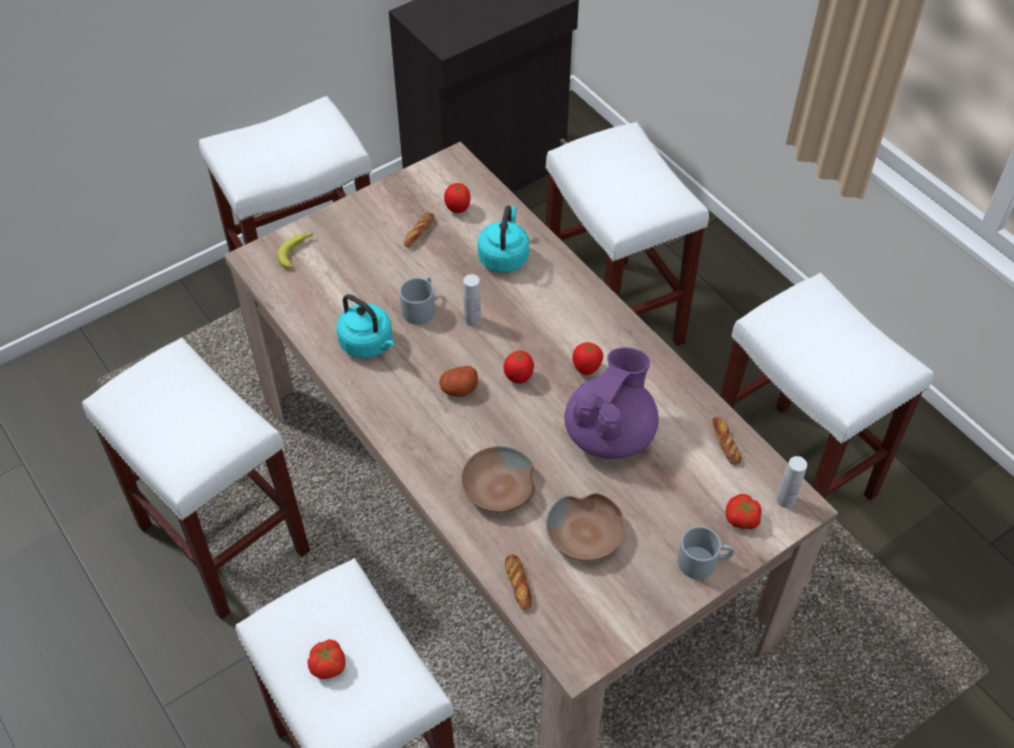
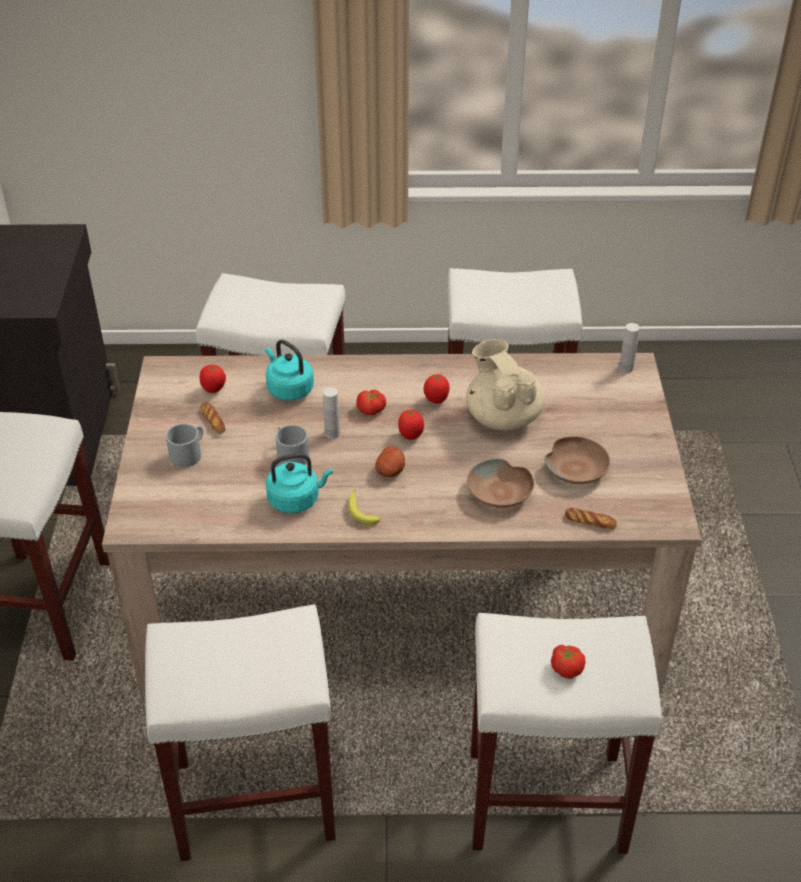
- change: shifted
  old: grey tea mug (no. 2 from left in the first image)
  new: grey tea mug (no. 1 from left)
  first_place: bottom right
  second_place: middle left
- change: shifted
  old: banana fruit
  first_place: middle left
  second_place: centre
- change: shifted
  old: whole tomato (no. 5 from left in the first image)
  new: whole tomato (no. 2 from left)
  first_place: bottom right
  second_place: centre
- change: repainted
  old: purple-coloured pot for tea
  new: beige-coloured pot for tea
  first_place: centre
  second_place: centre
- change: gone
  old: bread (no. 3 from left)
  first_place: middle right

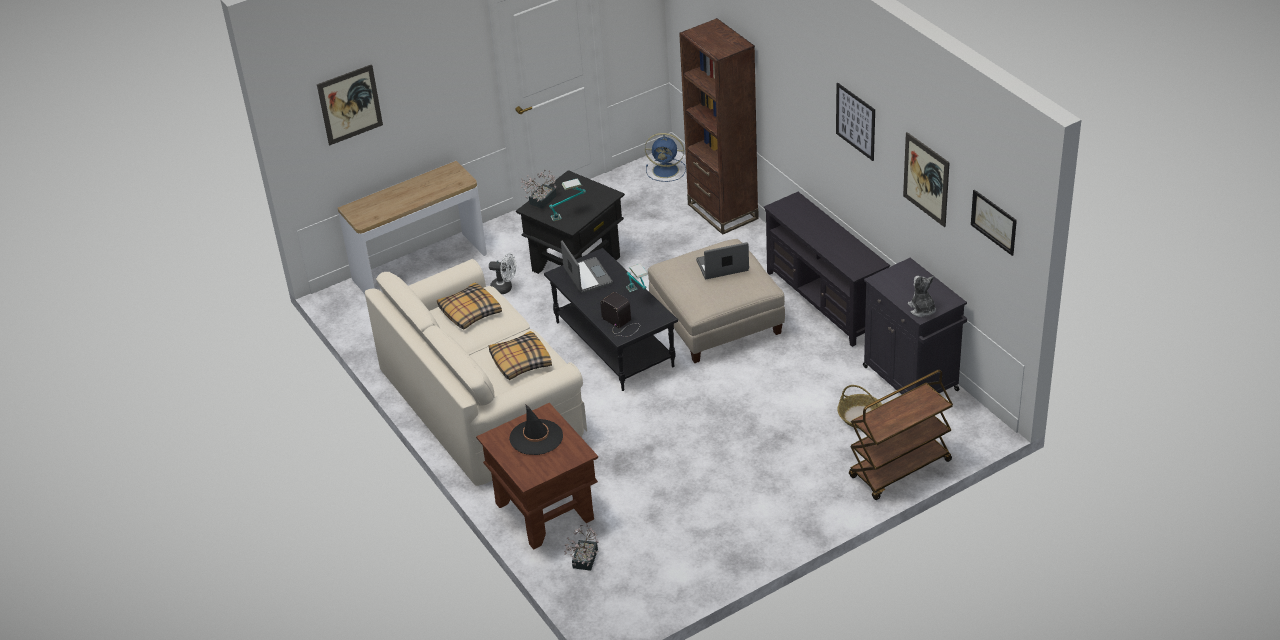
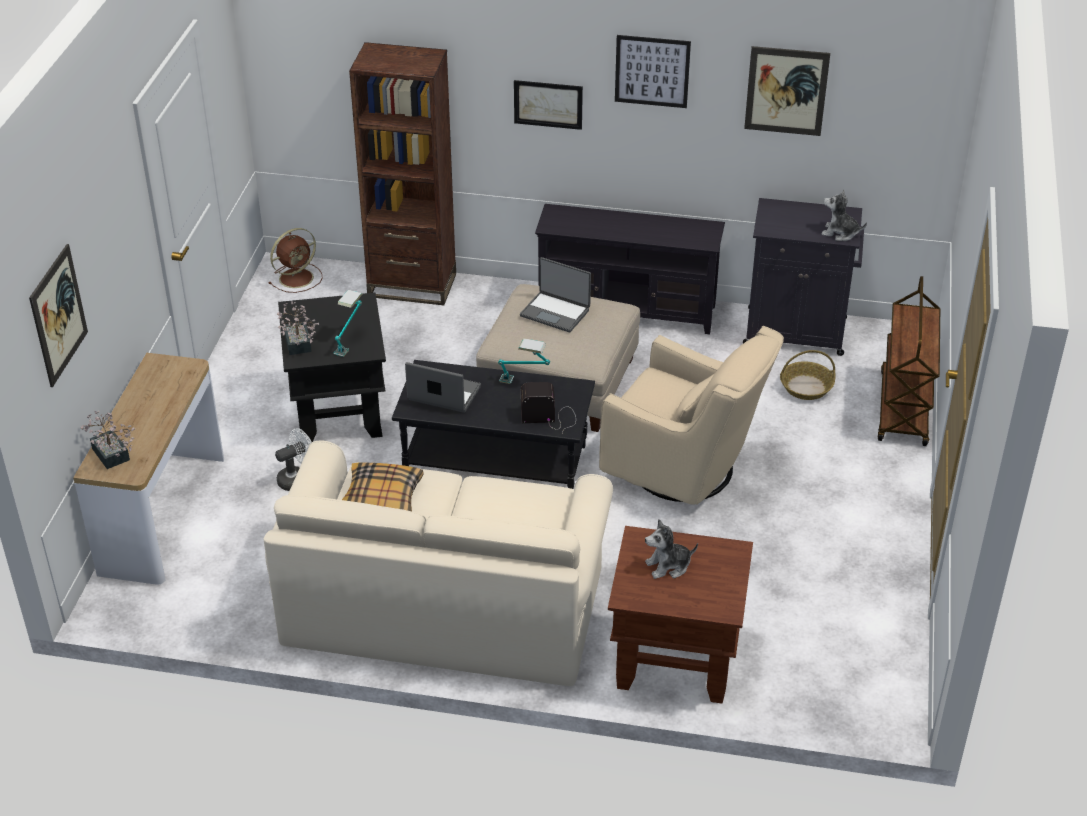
- change: shifted
  old: plant in a pot (no. 2 from left in the first image)
  new: plant in a pot (no. 1 from left)
  first_place: bottom centre
  second_place: middle left
- change: repainted
  old: bluish cooling fan
  new: brown-coloured cooling fan
  first_place: top centre
  second_place: top left
- change: shifted
  old: wall picture (no. 4 from left in the first image)
  new: wall picture (no. 2 from left)
  first_place: middle right
  second_place: top centre
- change: rotated
  old: notebook computer (no. 2 from left)
  first_place: centre
  second_place: centre
  degrees: -90
- change: new
  new: beige-coloured armchair
  second_place: centre
- change: swapped
  old: blackish wearable hat
  new: plush toy (no. 1 from left)
  first_place: bottom centre
  second_place: bottom centre
- change: gone
  old: cushion (no. 2 from left)
  first_place: centre

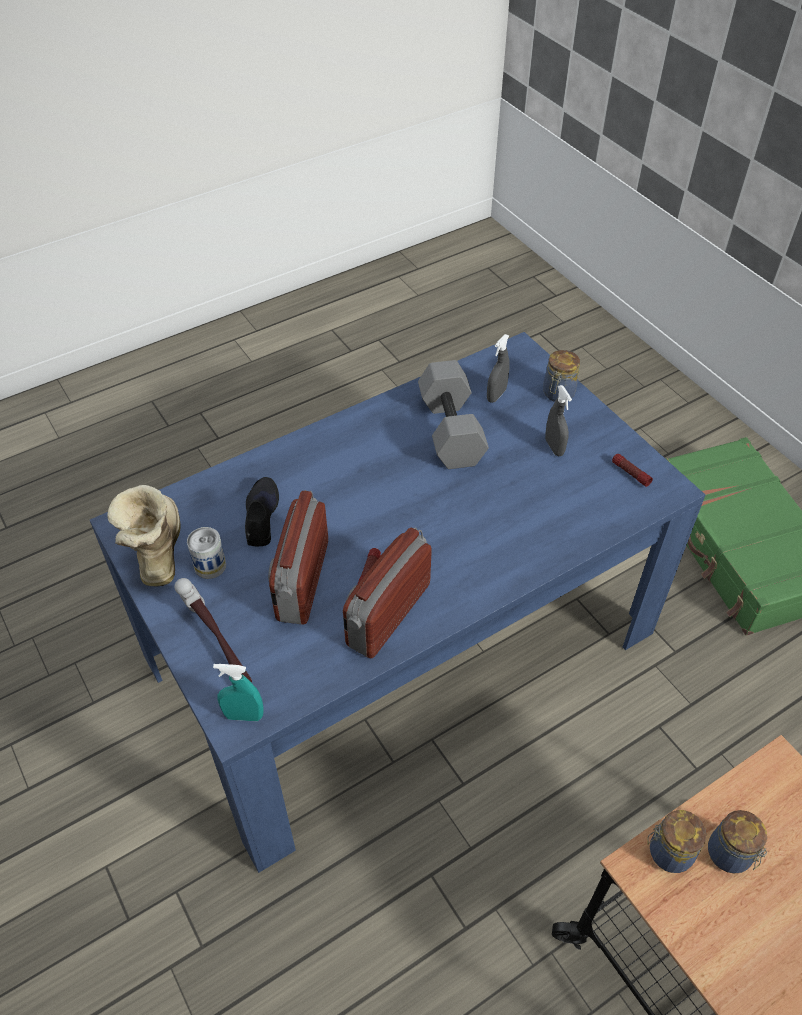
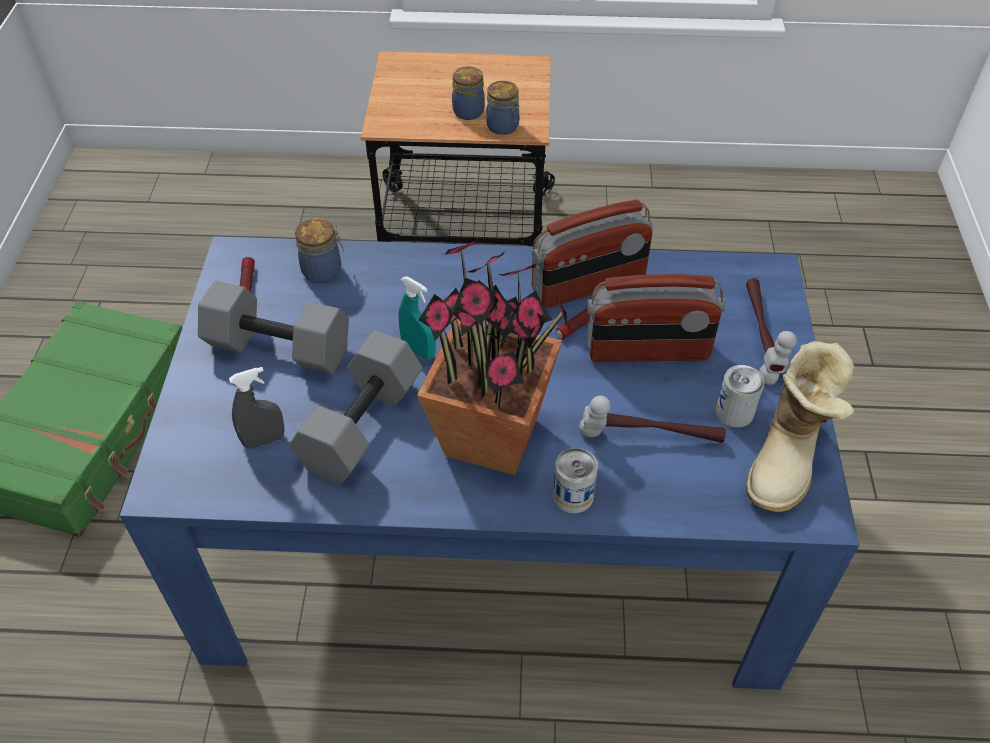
- change: swapped
  old: grey spray bottle (no. 2 from left)
  new: grey hand weight (no. 1 from left)
  first_place: middle right
  second_place: middle left
- change: shifted
  old: preserve jar (no. 1 from left)
  first_place: middle right
  second_place: middle left
- change: shifted
  old: turquoise spray bottle
  first_place: bottom left
  second_place: centre
- change: new
  new: plant in a pot
  second_place: centre
- change: new
  new: metal can (no. 1 from left)
  second_place: centre
- change: swapped
  old: blackish low shoe
  new: tool hammer (no. 1 from left)
  first_place: middle left
  second_place: centre
- change: rotated
  old: radio set (no. 1 from left in the first image)
  first_place: centre
  second_place: centre
  degrees: 45

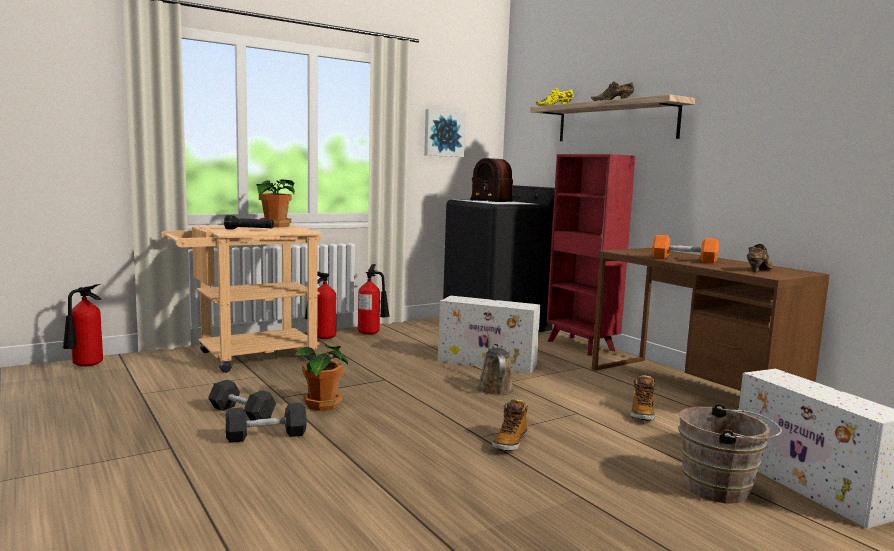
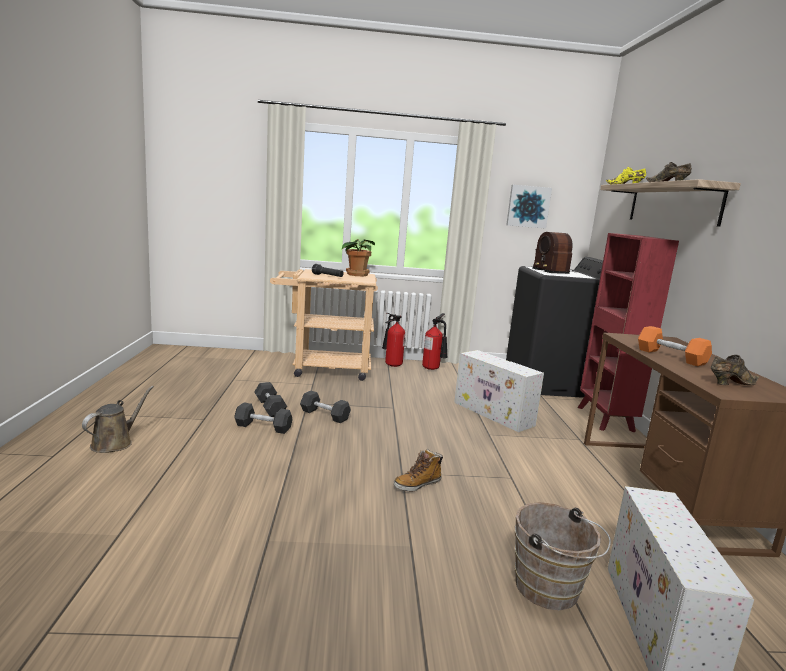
- change: shifted
  old: brown-coloured watering pot
  first_place: centre
  second_place: middle left
- change: swapped
  old: plant in a pot (no. 2 from left)
  new: grey hand weight (no. 3 from left)
  first_place: bottom centre
  second_place: centre
- change: gone
  old: fire-fighting cylinder (no. 1 from left)
  first_place: middle left
- change: gone
  old: high-top boot (no. 2 from left)
  first_place: bottom right

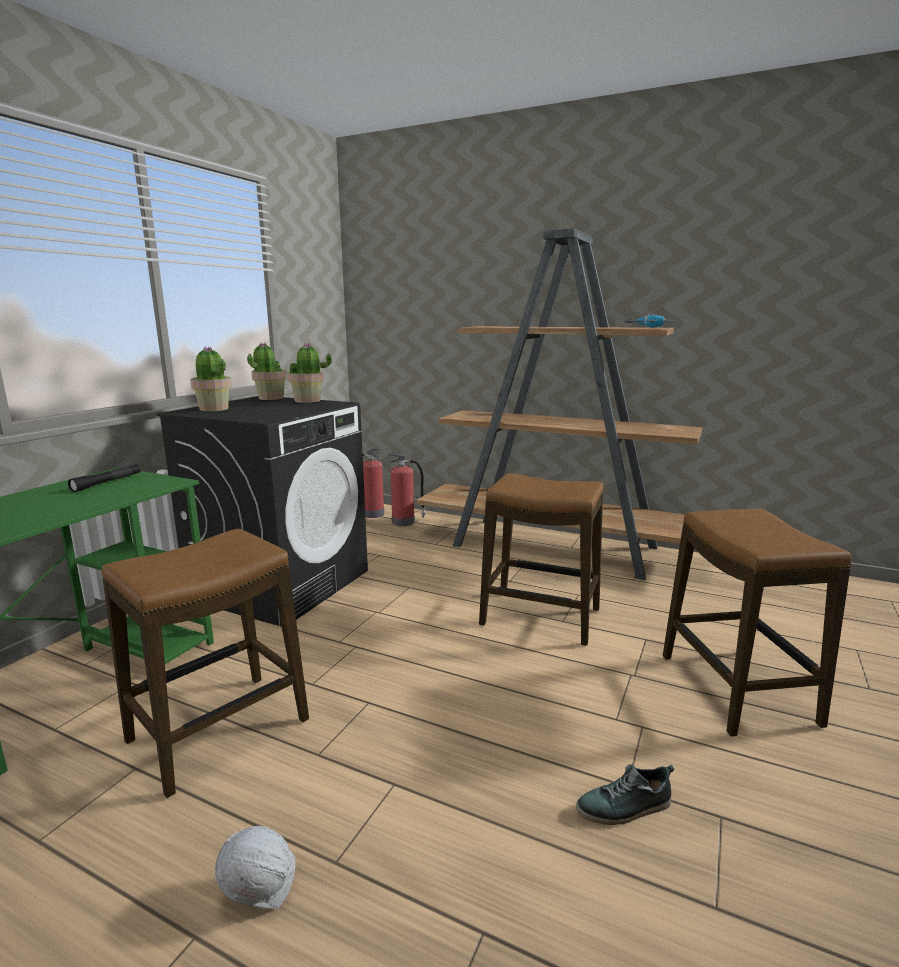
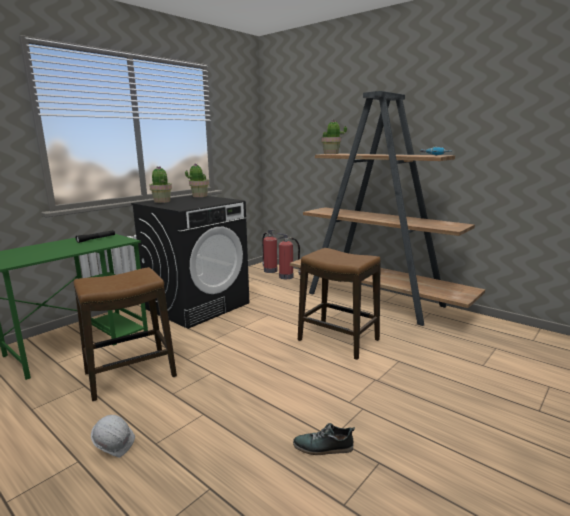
- change: shifted
  old: plant in a pot (no. 3 from left)
  first_place: centre
  second_place: top centre
- change: gone
  old: sitting stool (no. 3 from left)
  first_place: middle right

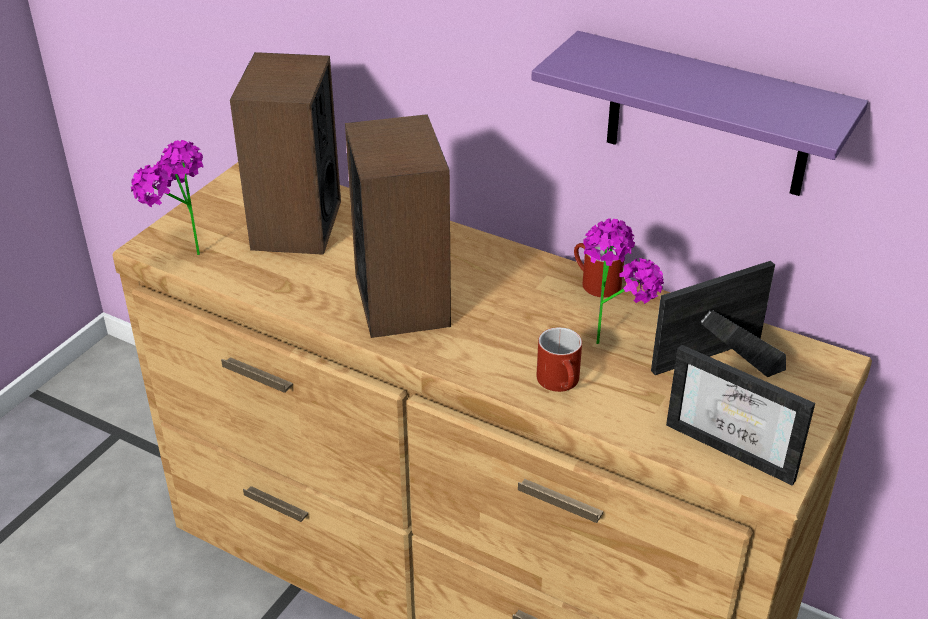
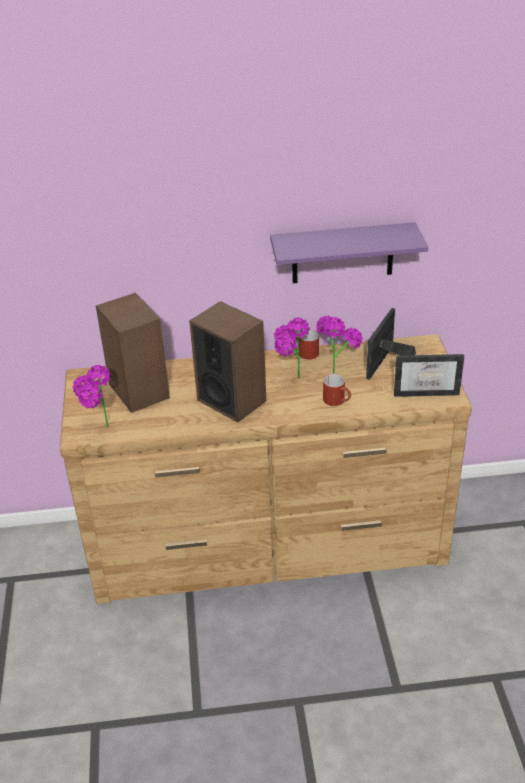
- change: new
  new: plant in a pot (no. 2 from left)
  second_place: centre

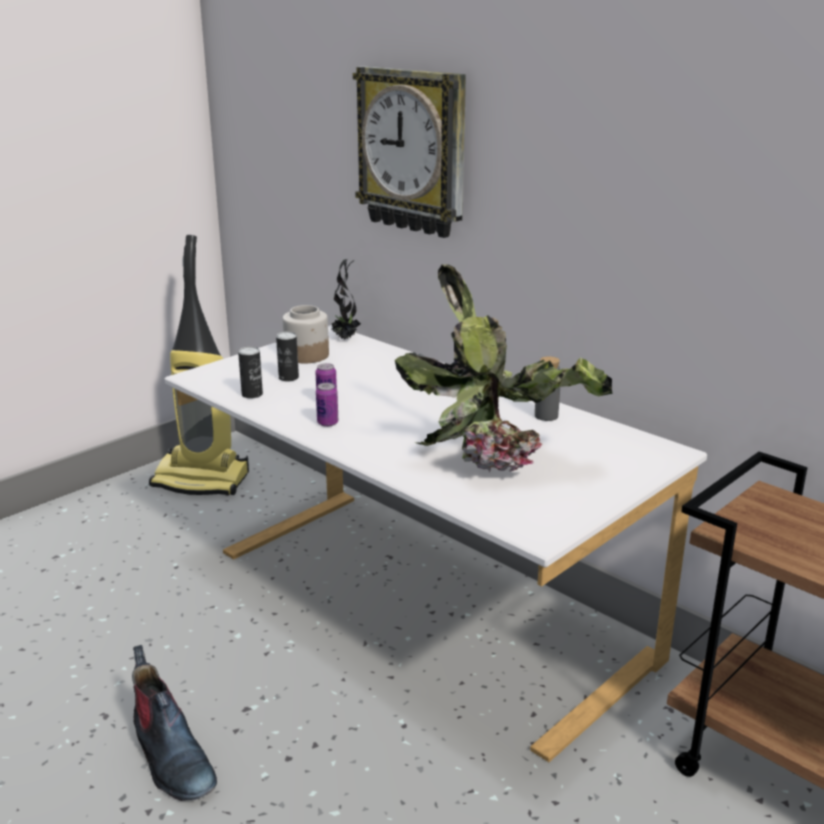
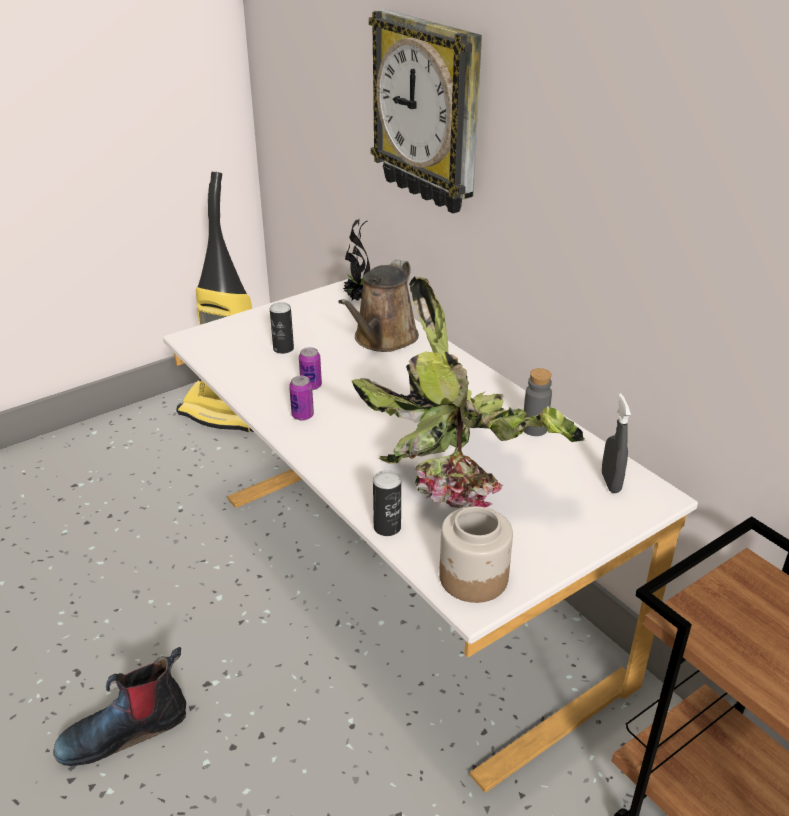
- change: rotated
  old: high-top boot
  first_place: bottom left
  second_place: bottom left
  degrees: 90
- change: new
  new: brown-coloured watering pot
  second_place: centre
- change: shifted
  old: metal can (no. 1 from left in the first image)
  new: metal can (no. 4 from left)
  first_place: middle left
  second_place: centre
- change: shifted
  old: preserve jar
  first_place: centre
  second_place: bottom centre
- change: new
  new: grey spray bottle
  second_place: middle right

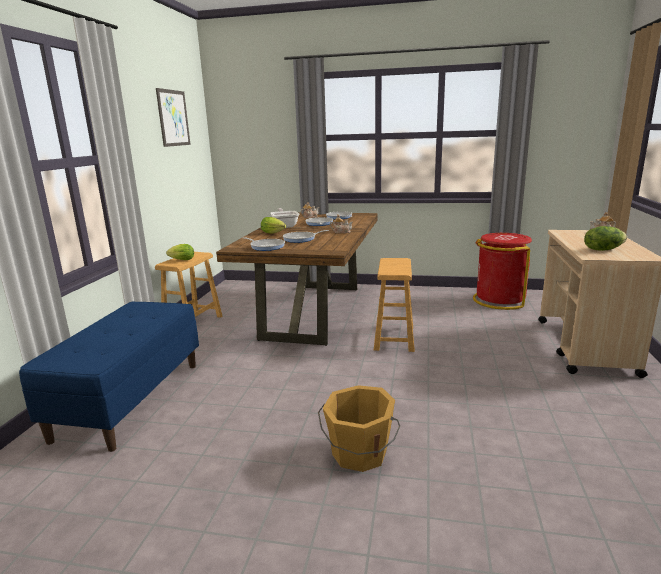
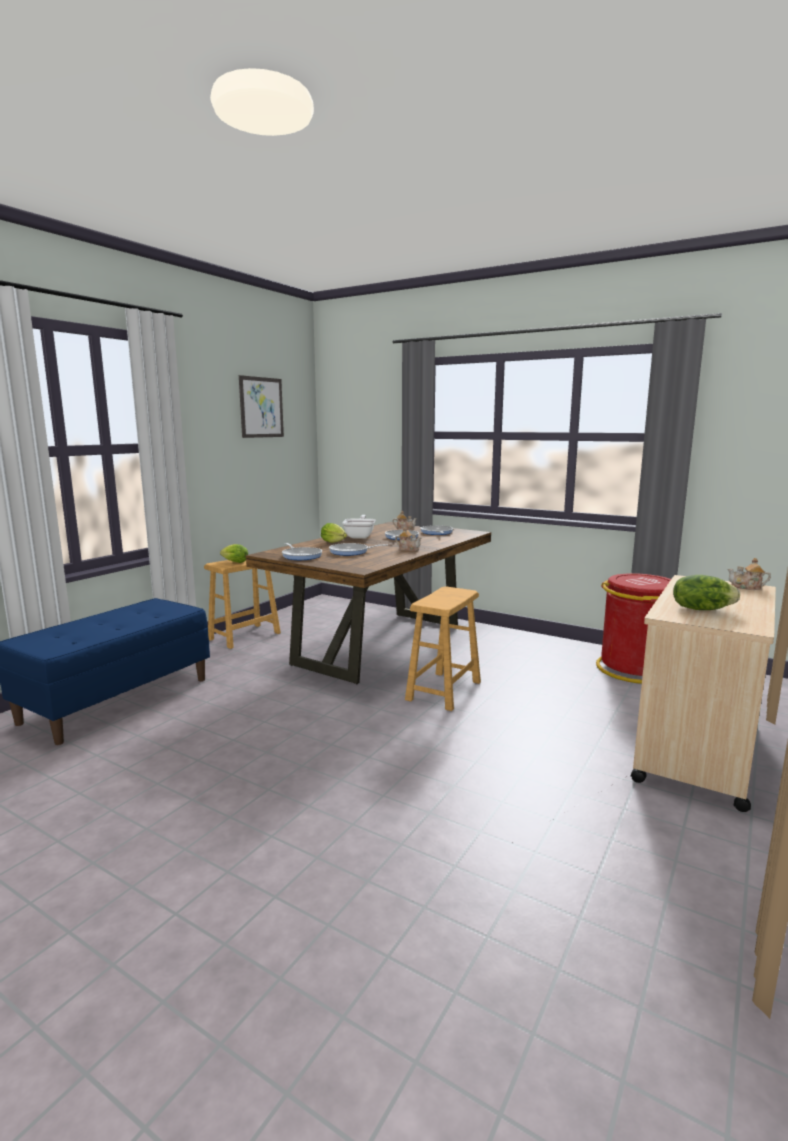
- change: gone
  old: orange water bucket
  first_place: bottom centre

